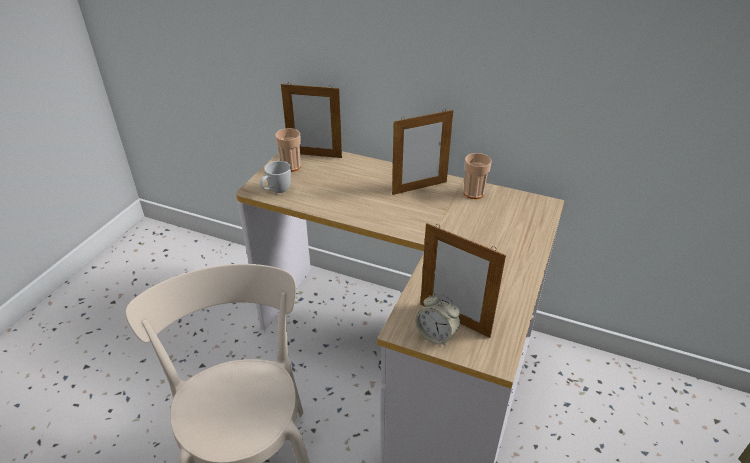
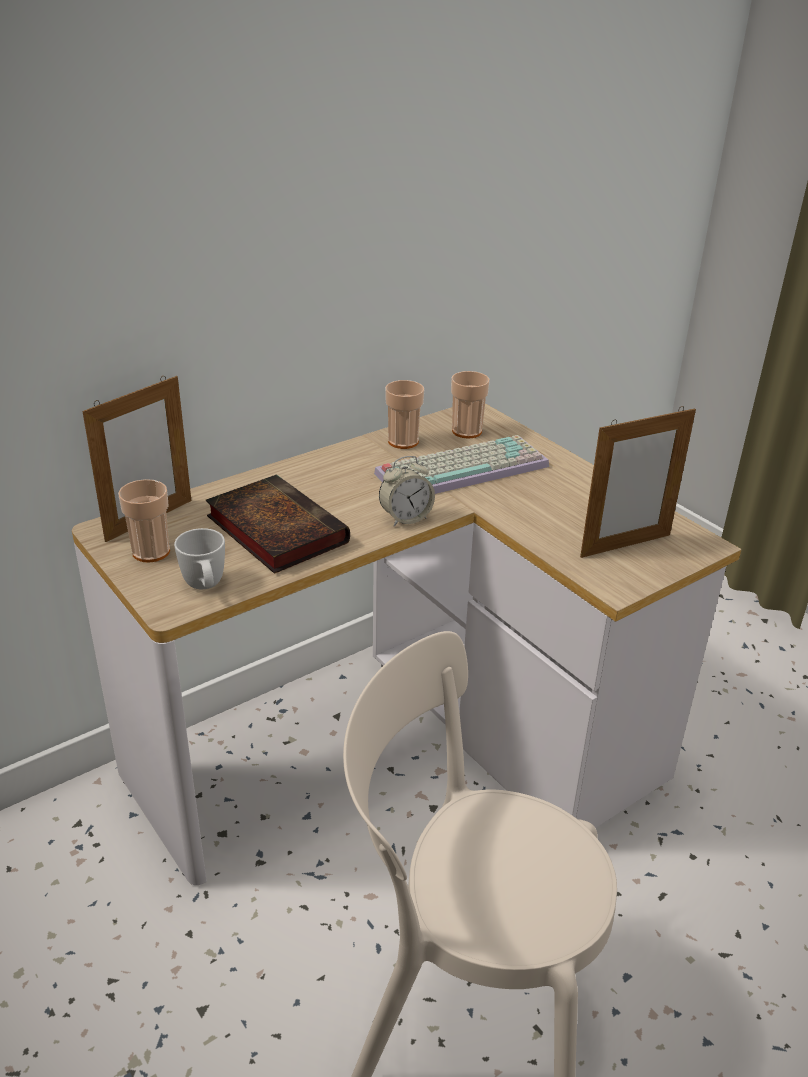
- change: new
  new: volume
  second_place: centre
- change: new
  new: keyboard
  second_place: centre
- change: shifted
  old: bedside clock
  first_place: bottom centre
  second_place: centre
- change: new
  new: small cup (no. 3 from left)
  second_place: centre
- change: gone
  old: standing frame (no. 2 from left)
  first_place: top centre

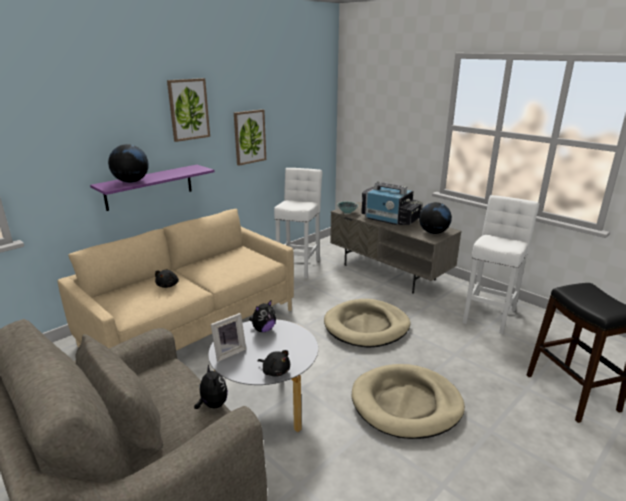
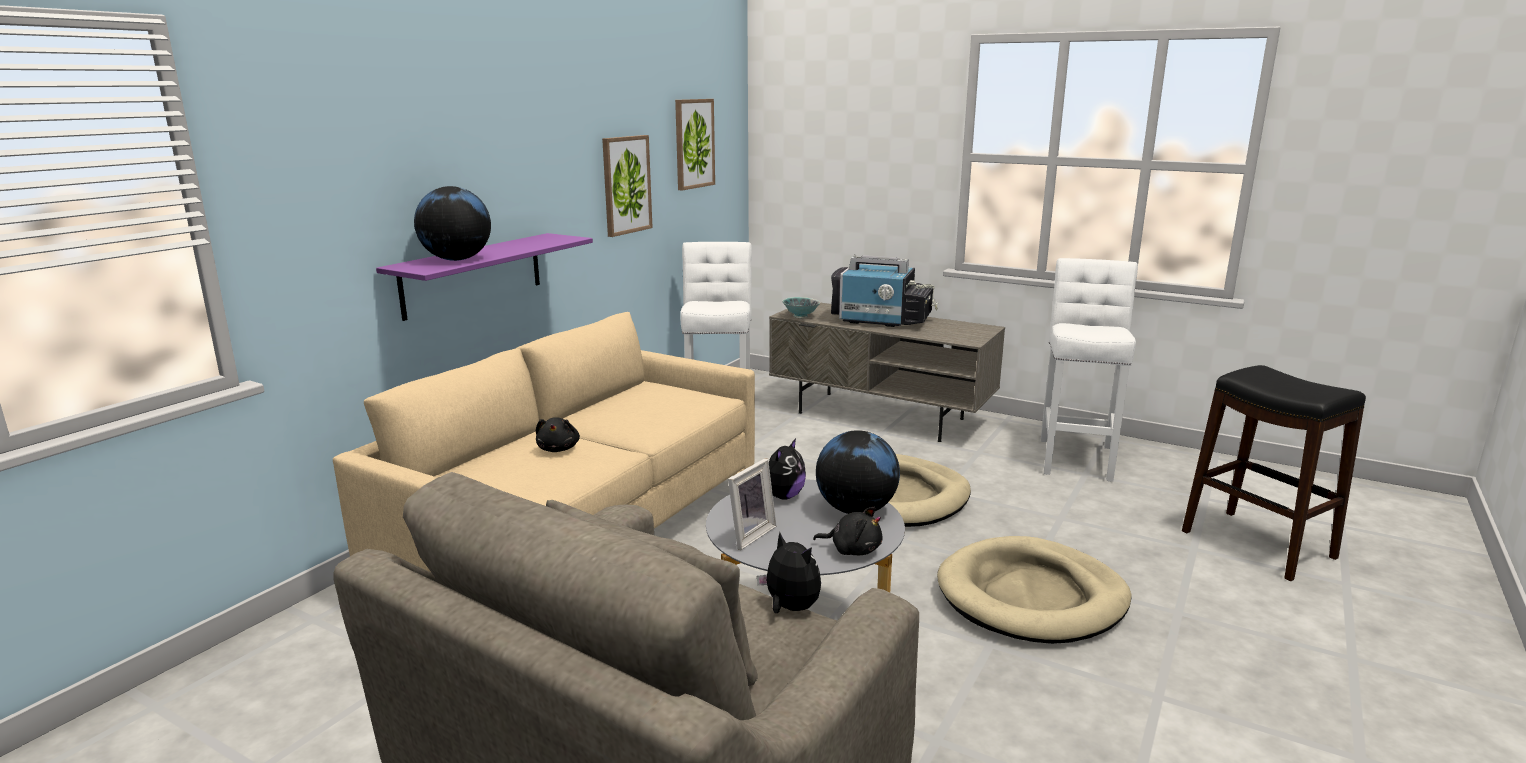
- change: shifted
  old: wall picture (no. 1 from left in the first image)
  new: wall picture (no. 2 from left)
  first_place: top left
  second_place: top centre
- change: shifted
  old: globe (no. 2 from left)
  first_place: middle right
  second_place: centre

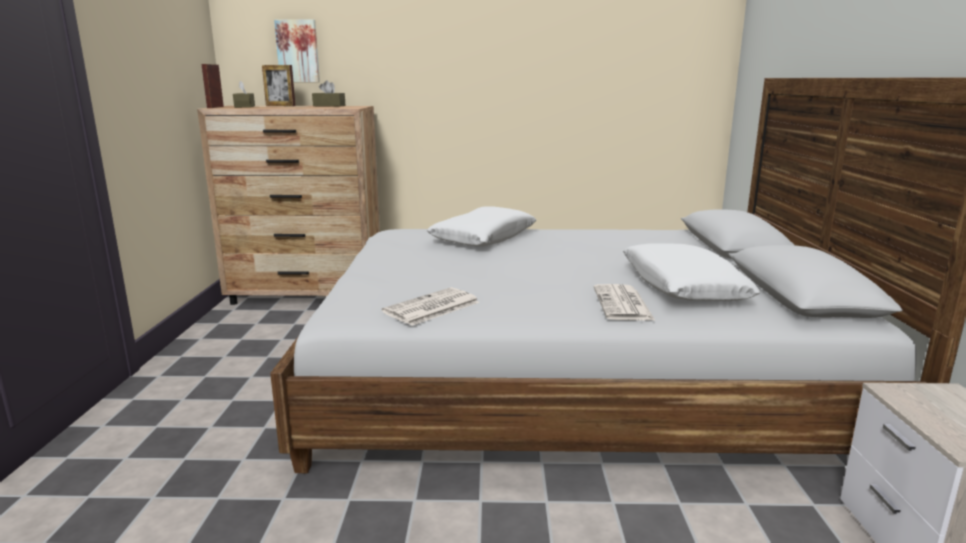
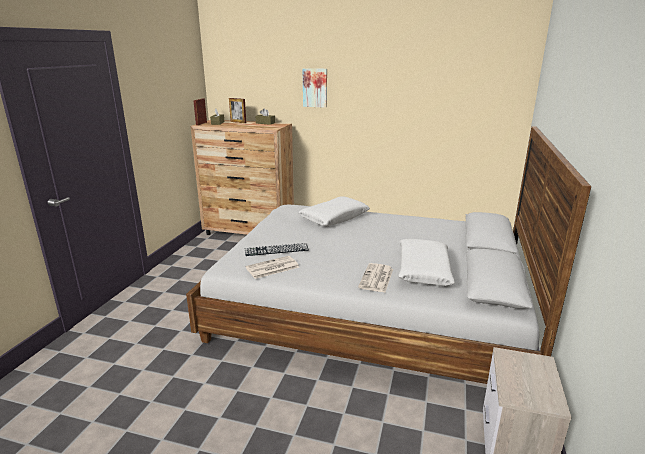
- change: new
  new: keyboard
  second_place: centre
- change: shifted
  old: wall picture
  first_place: top left
  second_place: top centre

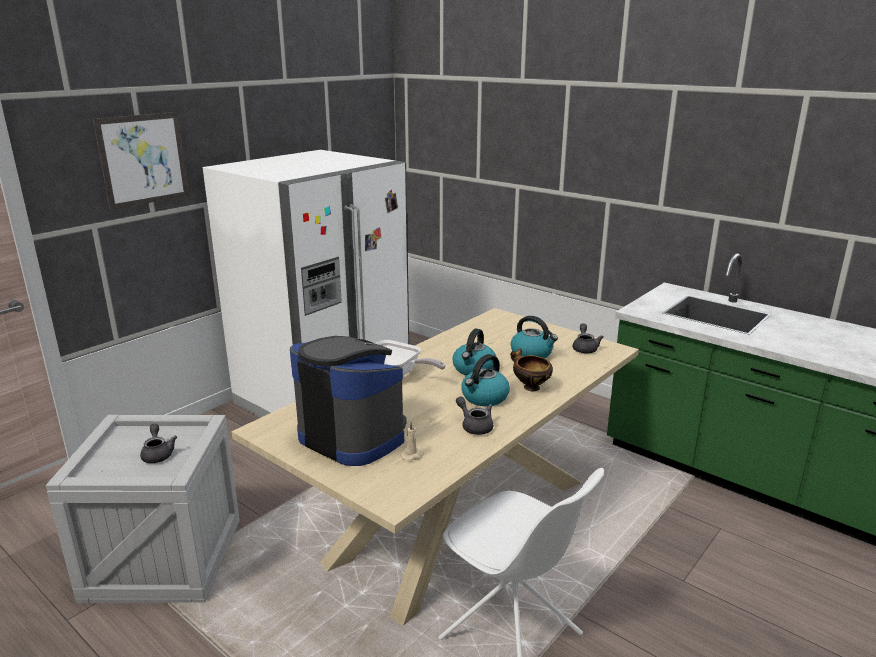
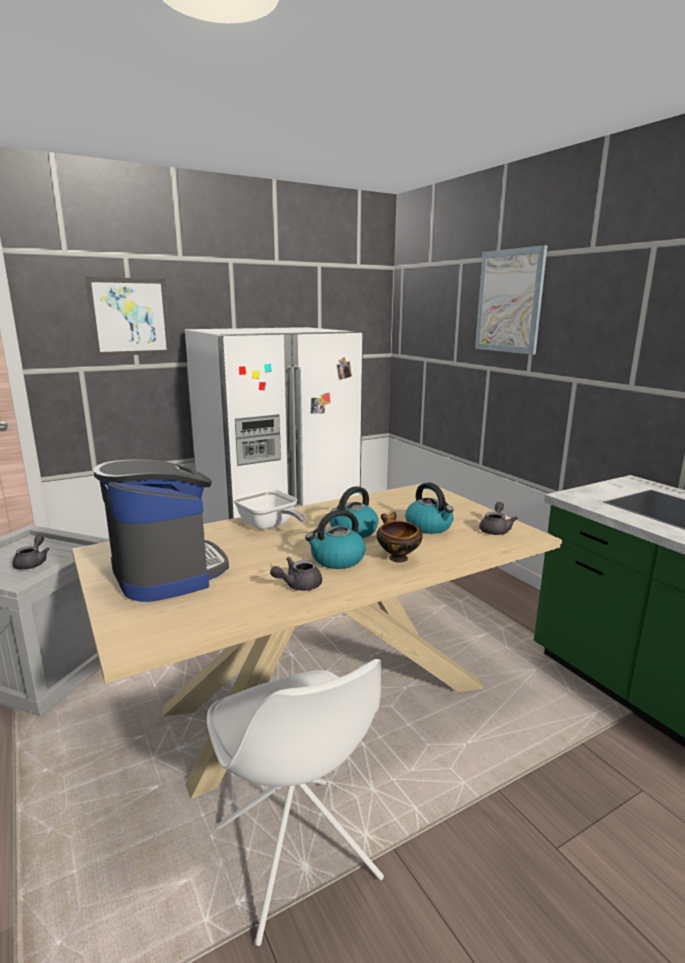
- change: rotated
  old: grey pot for tea (no. 2 from left)
  first_place: centre
  second_place: centre
  degrees: -105
- change: new
  new: wall picture (no. 2 from left)
  second_place: top right
- change: gone
  old: beige-coloured candle
  first_place: bottom centre

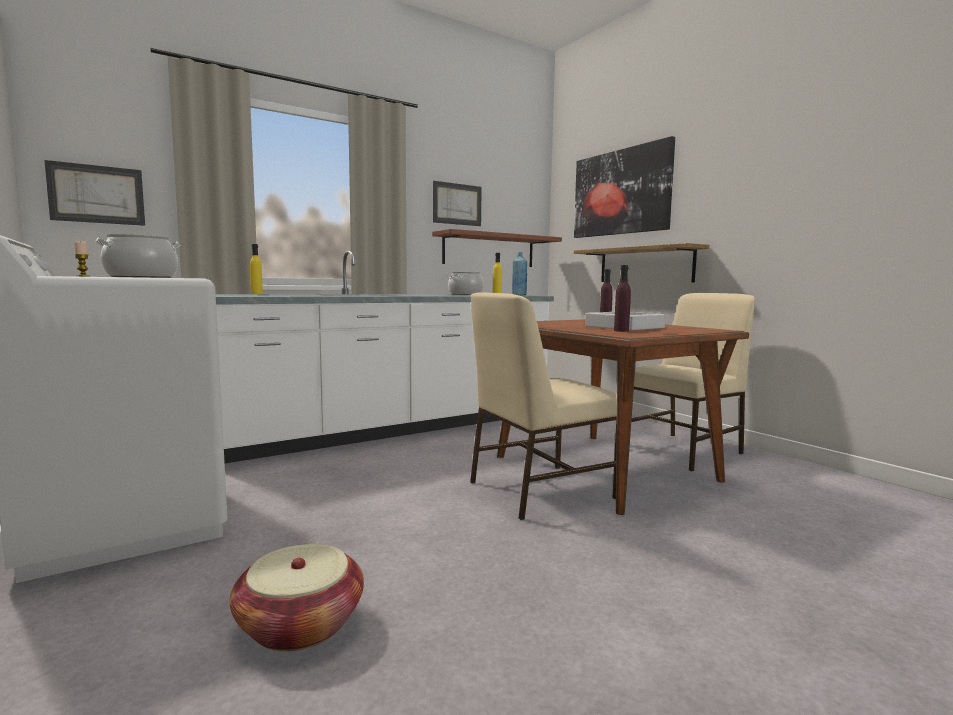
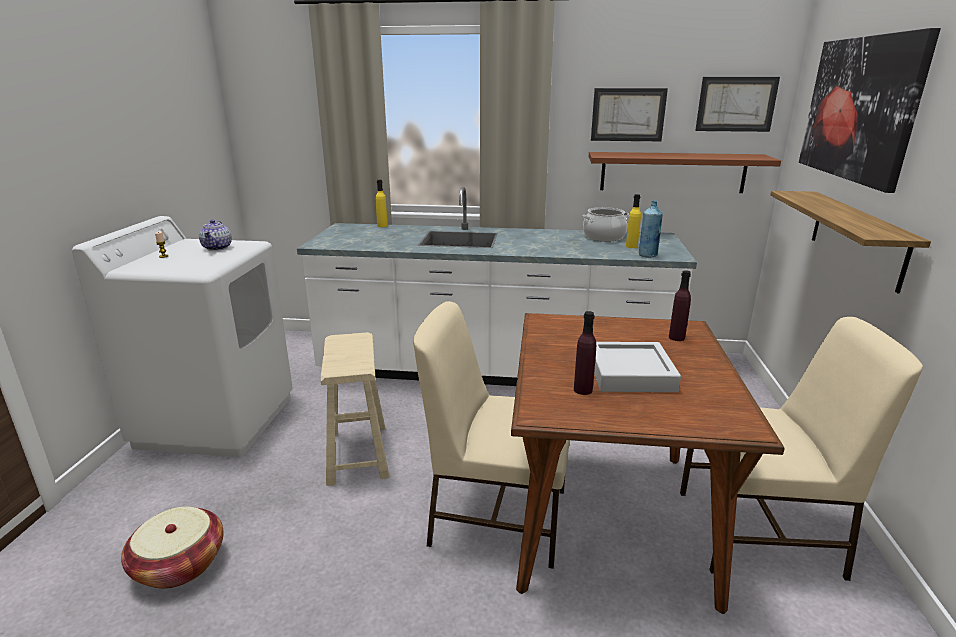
- change: swapped
  old: cooking pot (no. 1 from left)
  new: pot for tea
  first_place: middle left
  second_place: middle left
- change: new
  new: beige-coloured sitting stool
  second_place: centre
- change: shifted
  old: wall picture (no. 1 from left in the first image)
  new: wall picture (no. 2 from left)
  first_place: top left
  second_place: top right

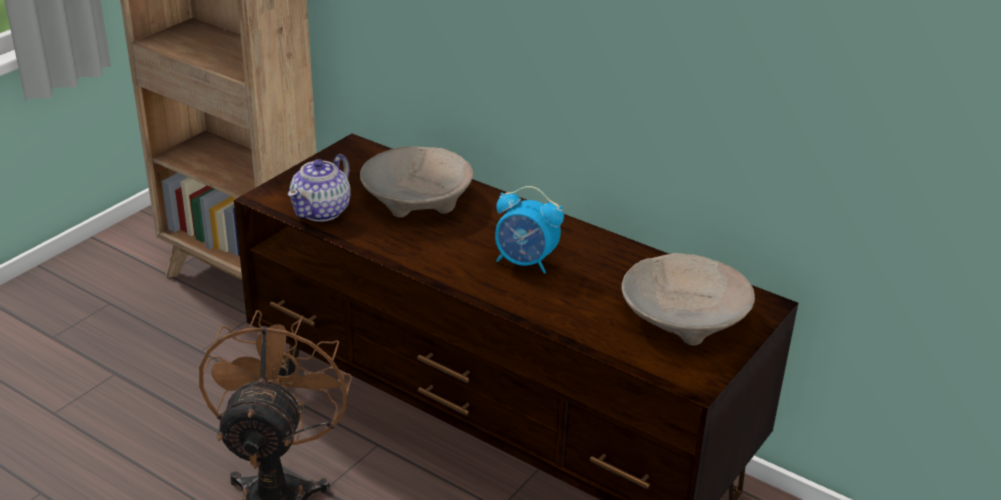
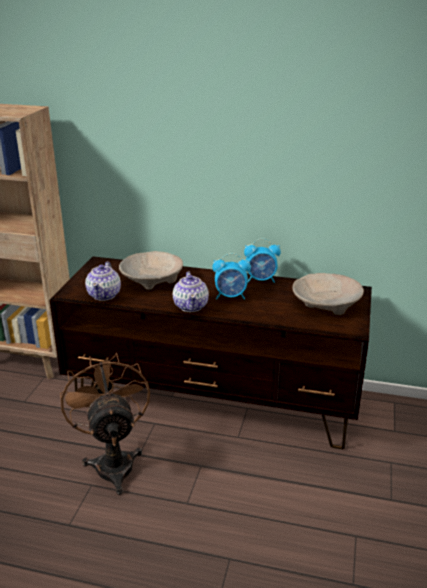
- change: new
  new: pot for tea (no. 2 from left)
  second_place: centre
- change: new
  new: bedside clock (no. 2 from left)
  second_place: centre

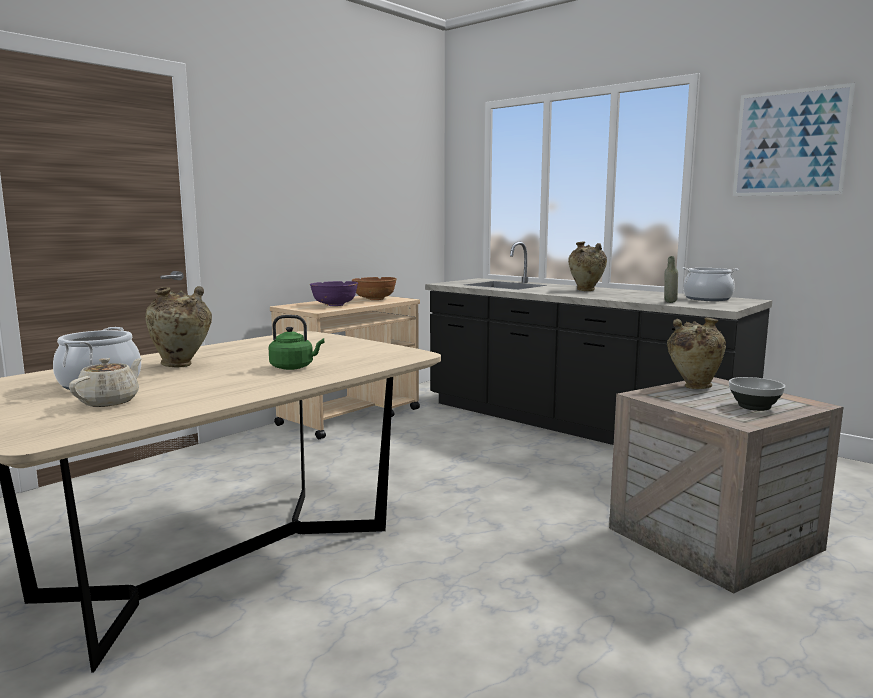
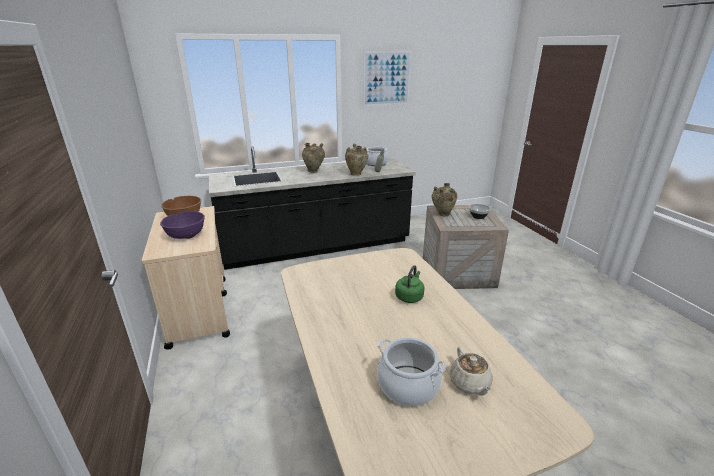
- change: shifted
  old: beige-coloured decorative vase (no. 1 from left in the first image)
  new: beige-coloured decorative vase (no. 2 from left)
  first_place: middle left
  second_place: centre
- change: rotated
  old: beige-coloured pot for tea
  first_place: middle left
  second_place: bottom centre
  degrees: -150

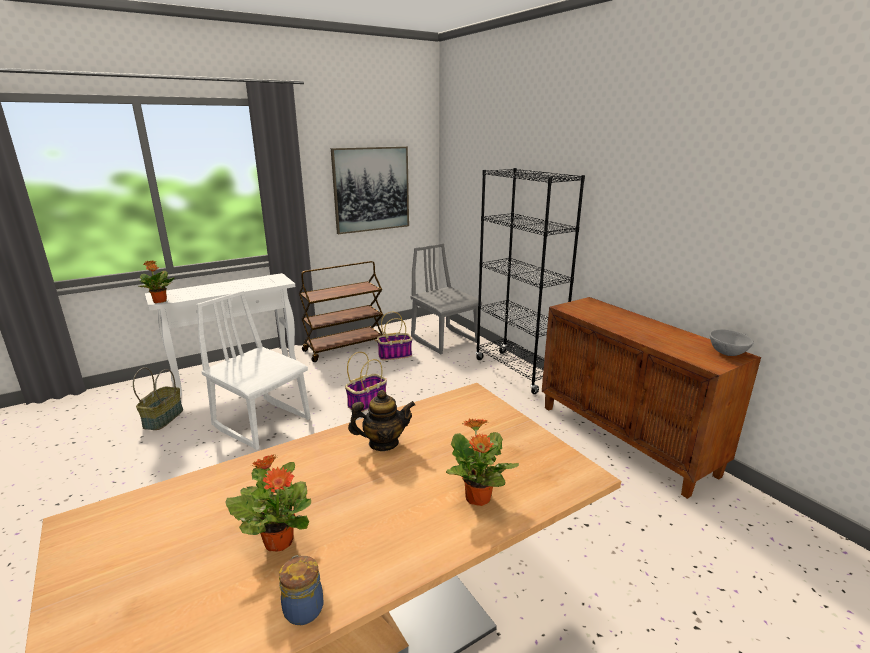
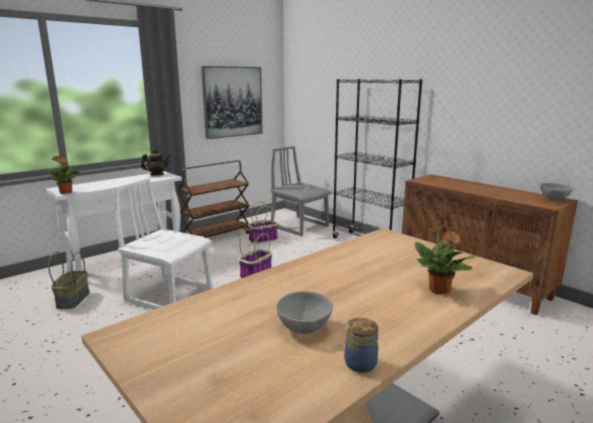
- change: shifted
  old: pot for tea
  first_place: centre
  second_place: middle left
- change: swapped
  old: plant in a pot (no. 2 from left)
  new: grey bowl (no. 1 from left)
  first_place: bottom left
  second_place: bottom centre

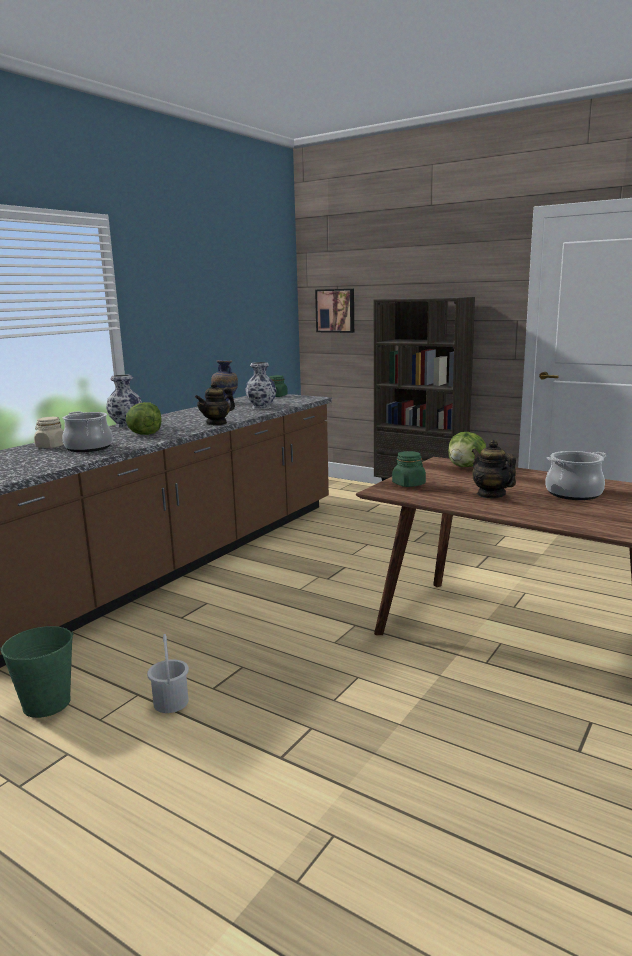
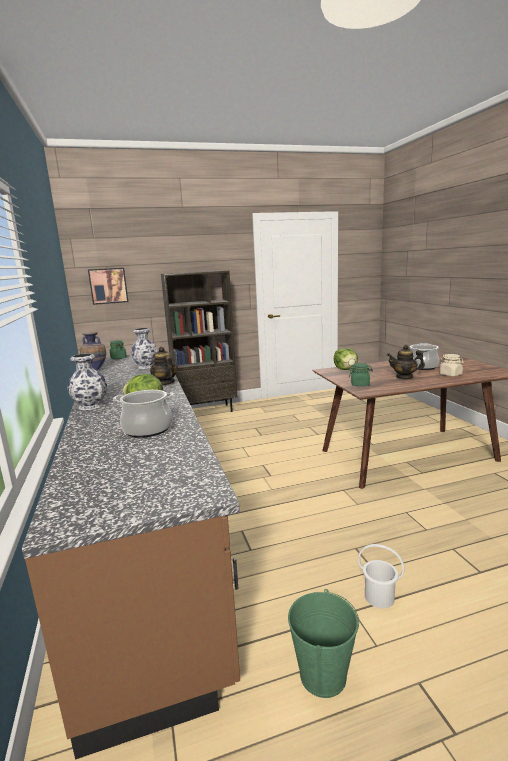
- change: rotated
  old: pot for tea (no. 1 from left)
  first_place: centre
  second_place: middle left
  degrees: 150
- change: shifted
  old: beige-coloured preserve jar
  first_place: middle left
  second_place: middle right

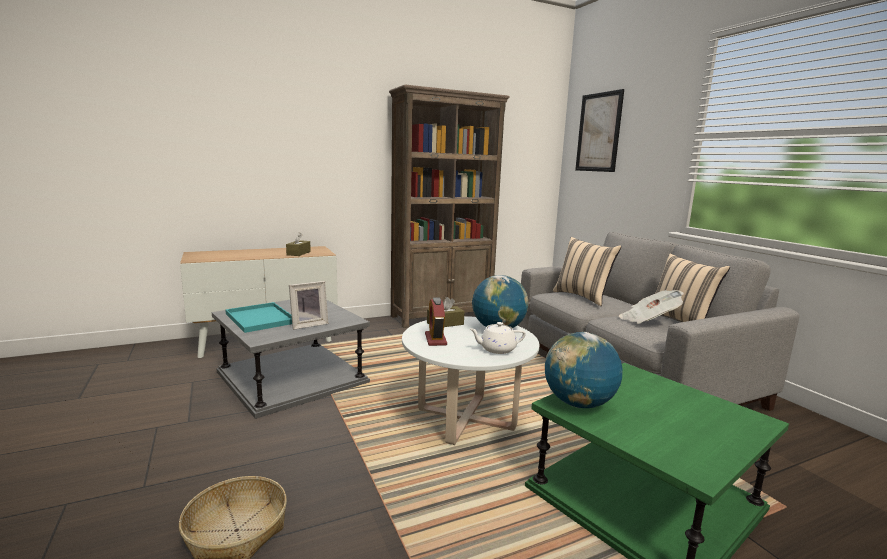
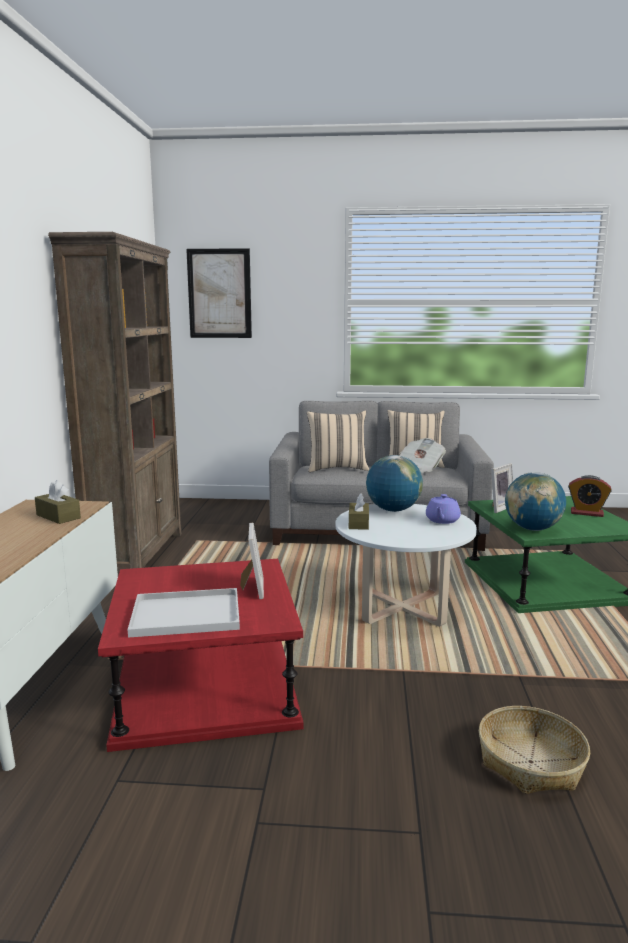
- change: repainted
  old: grey side table
  new: reddish side table
  first_place: middle left
  second_place: bottom left
- change: repainted
  old: turquoise tray
  new: white-coloured tray
  first_place: middle left
  second_place: middle left
- change: repainted
  old: white-coloured pot for tea
  new: purple-coloured pot for tea
  first_place: centre
  second_place: middle right
- change: new
  new: standing frame (no. 2 from left)
  second_place: middle right
- change: shifted
  old: bedside clock
  first_place: centre
  second_place: middle right

